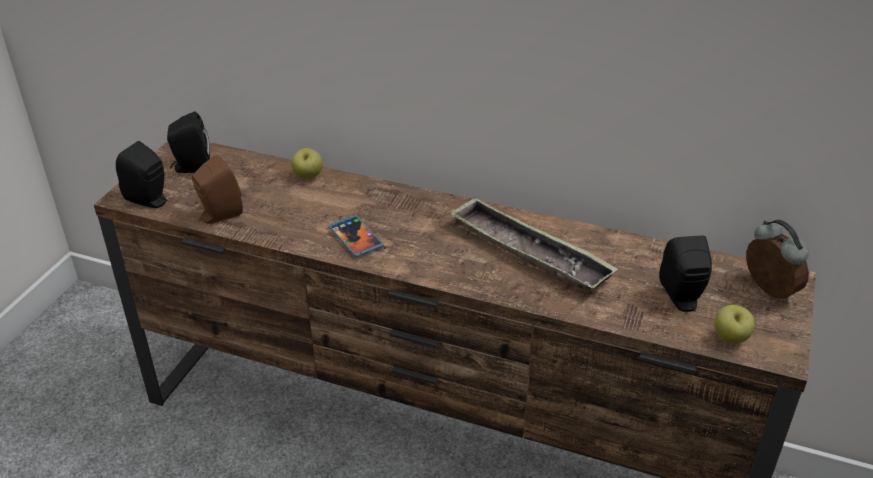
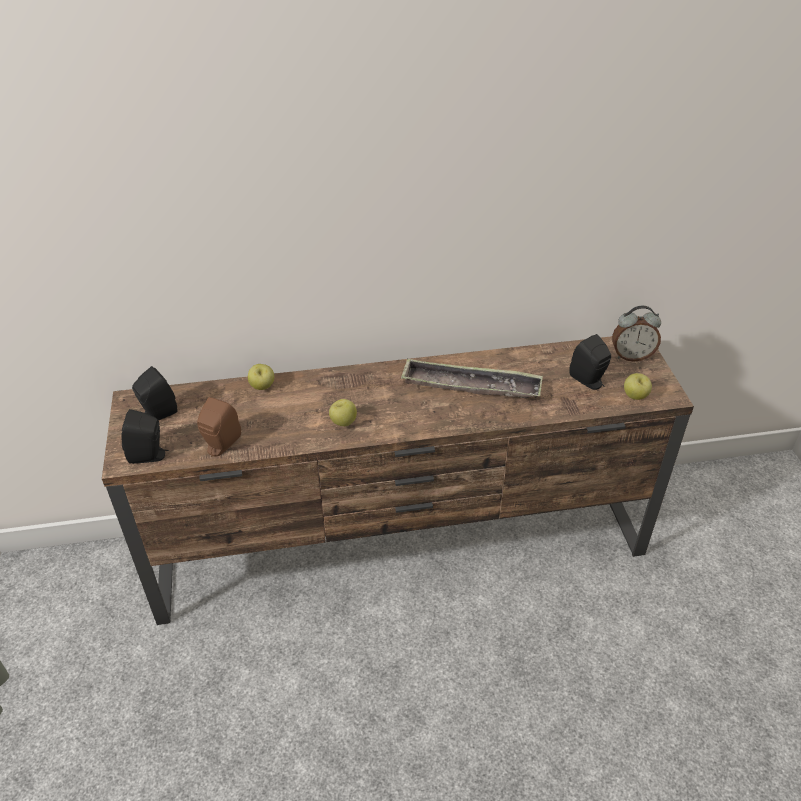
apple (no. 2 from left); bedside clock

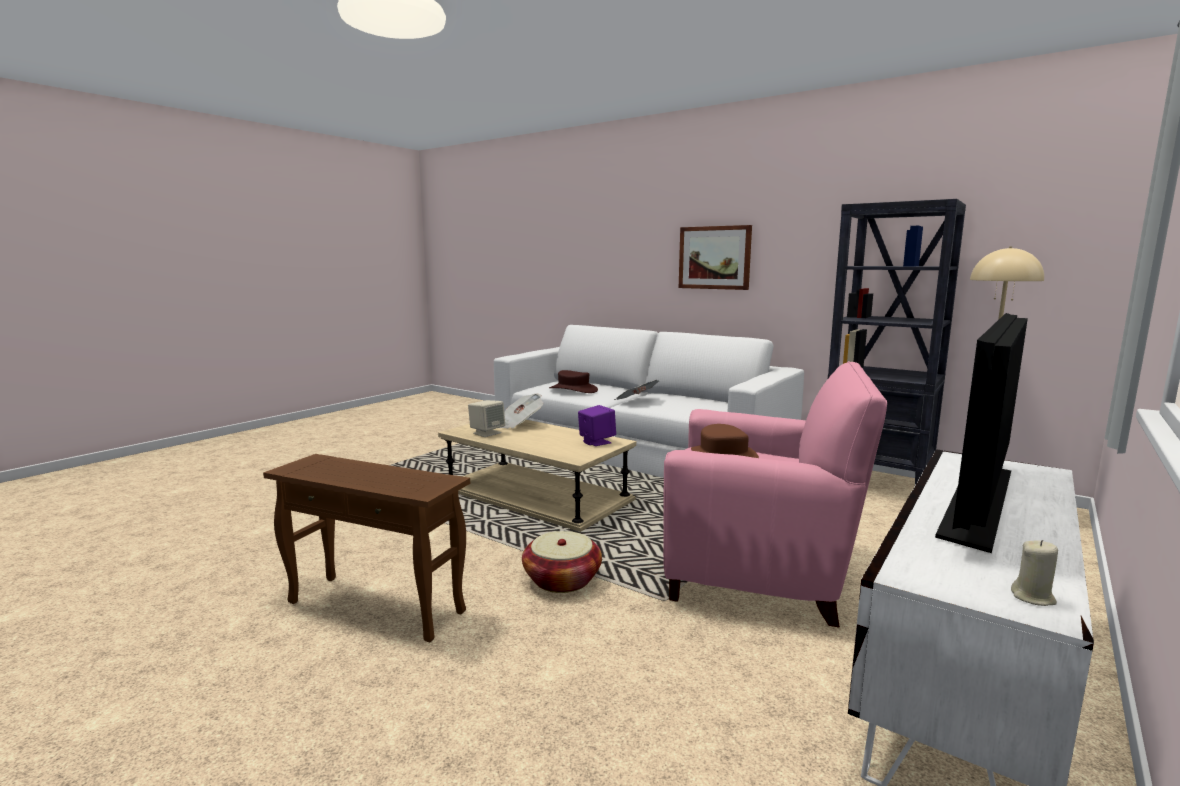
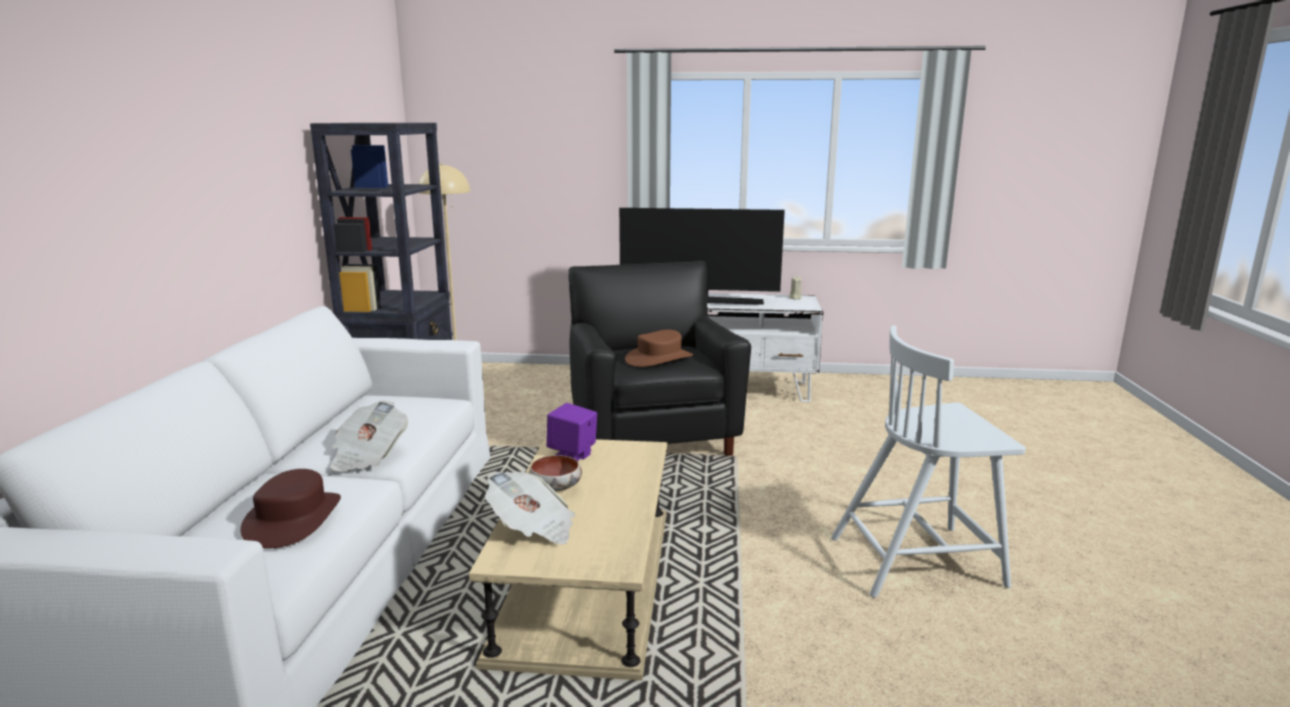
wall picture; blackish armchair; beige-coloured audio speaker; whitish chair; storage basket; bowl

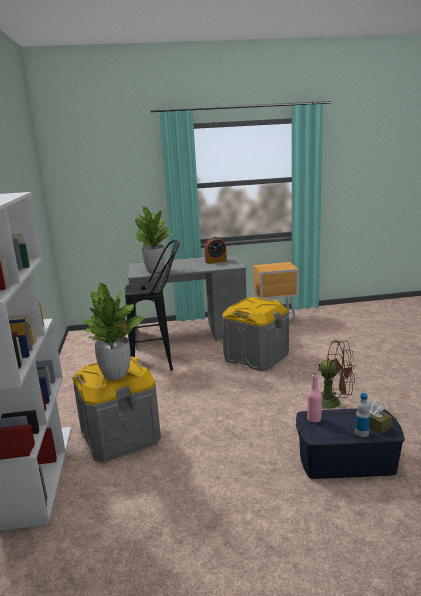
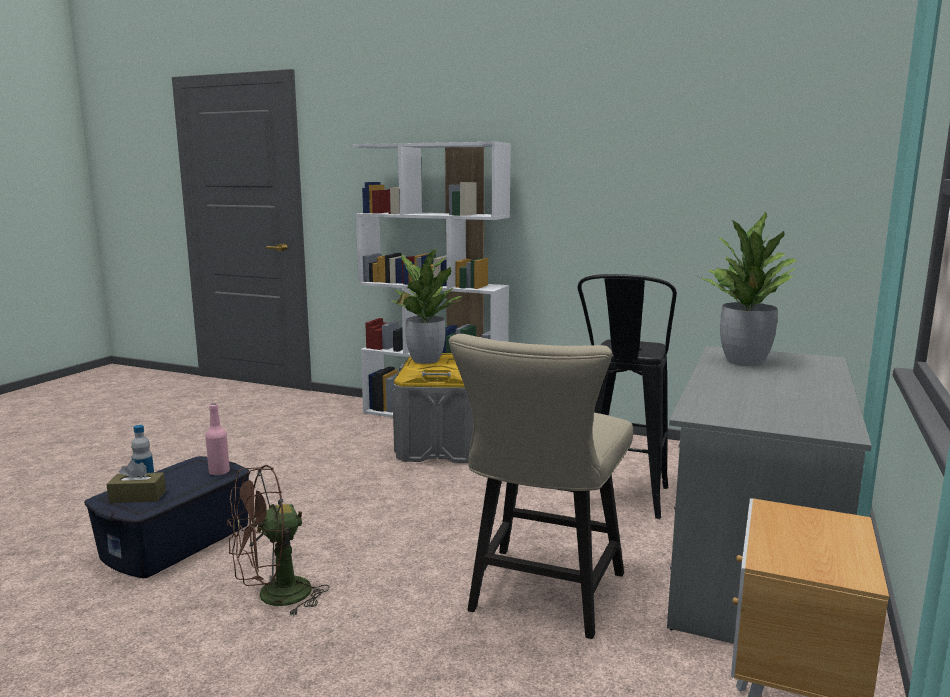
bedside clock; beige-coloured chair

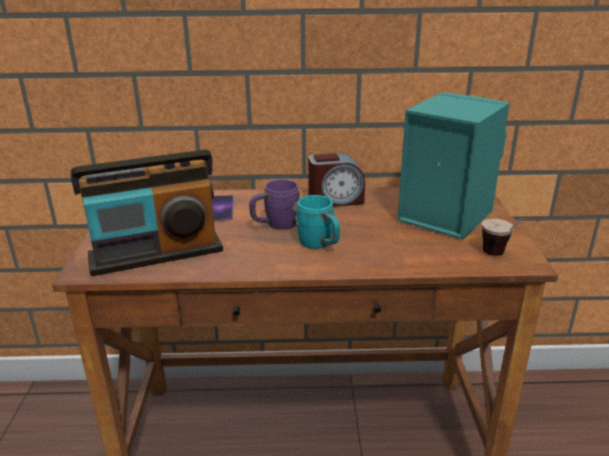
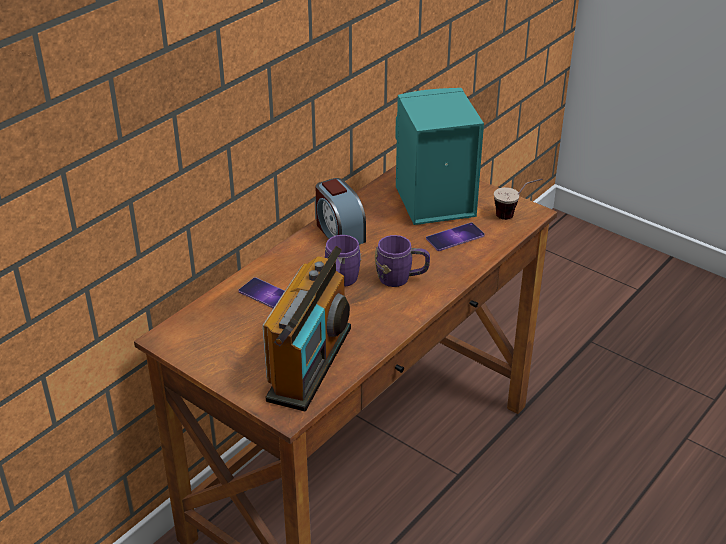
bedside clock; purple-coloured mug (no. 2 from left); phone (no. 2 from left)

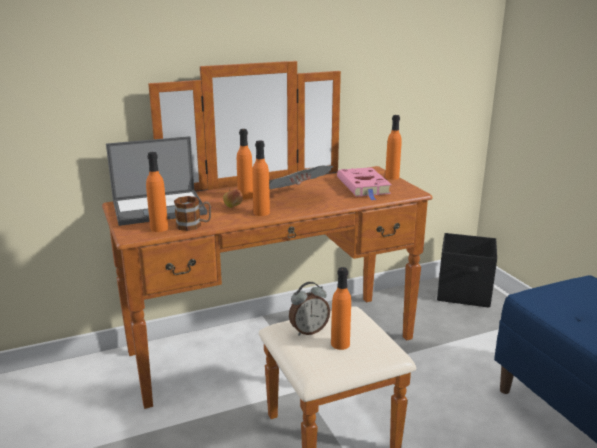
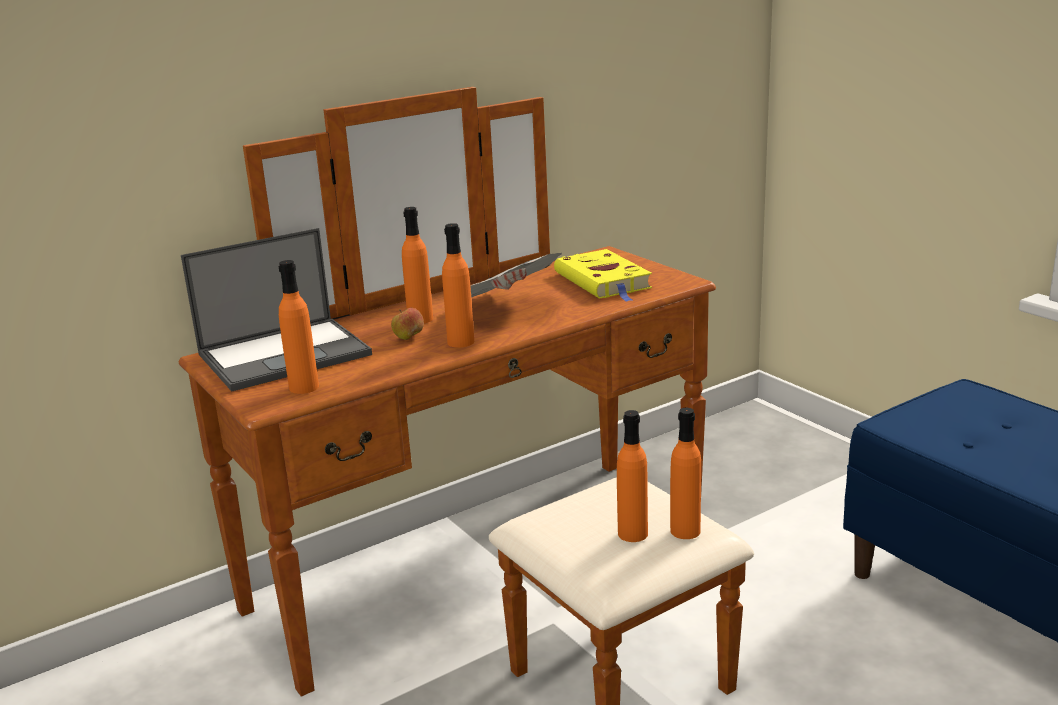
orange-coloured drink bottle (no. 5 from left); yellowish volume; mug; blackish storage bin; bedside clock

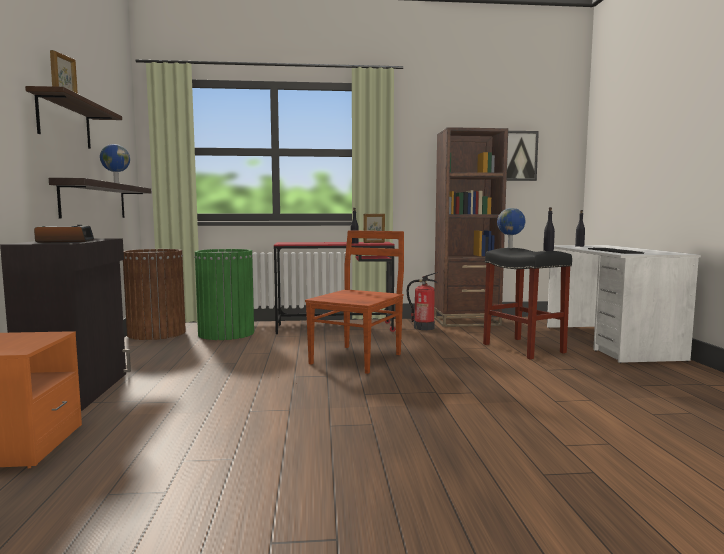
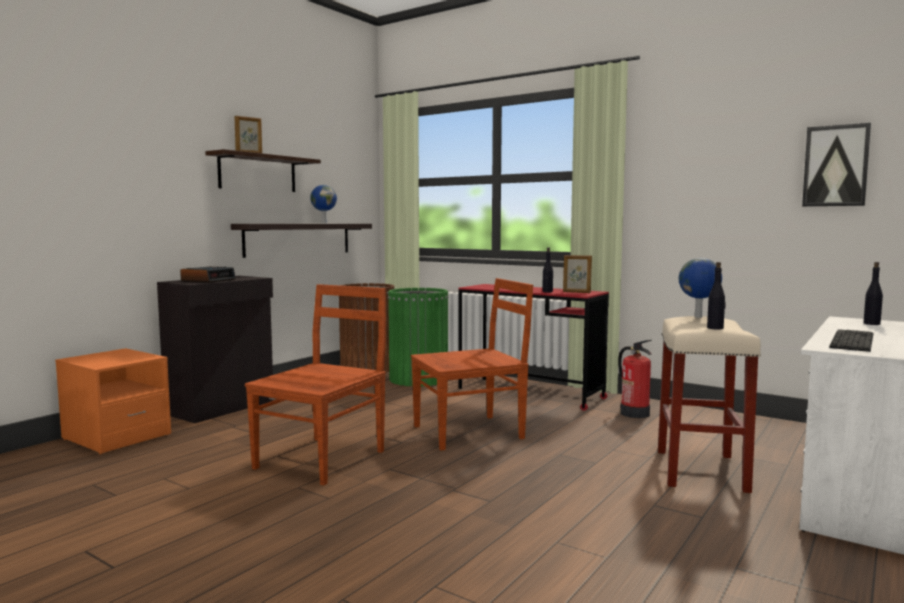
brown-coloured shelving unit; beige-coloured sitting stool; brown-coloured chair (no. 1 from left)

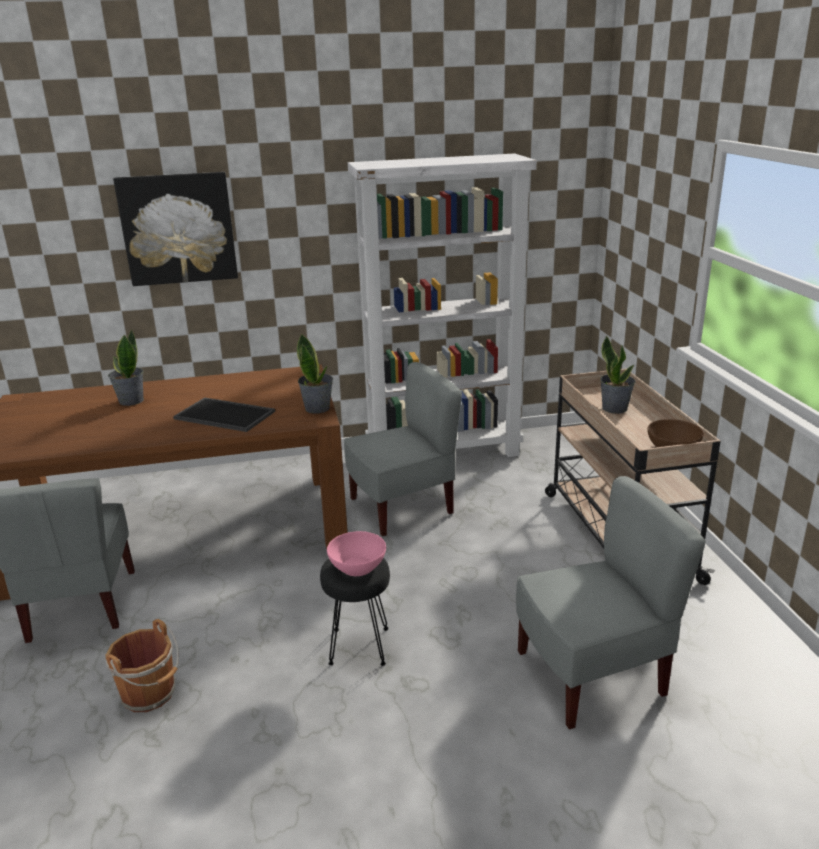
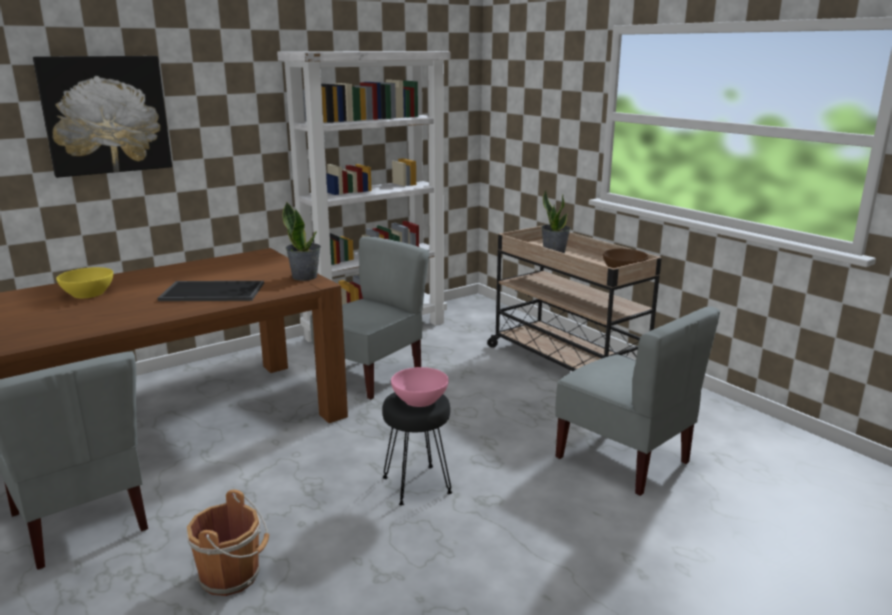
yellowish bowl; grey chair (no. 3 from left)

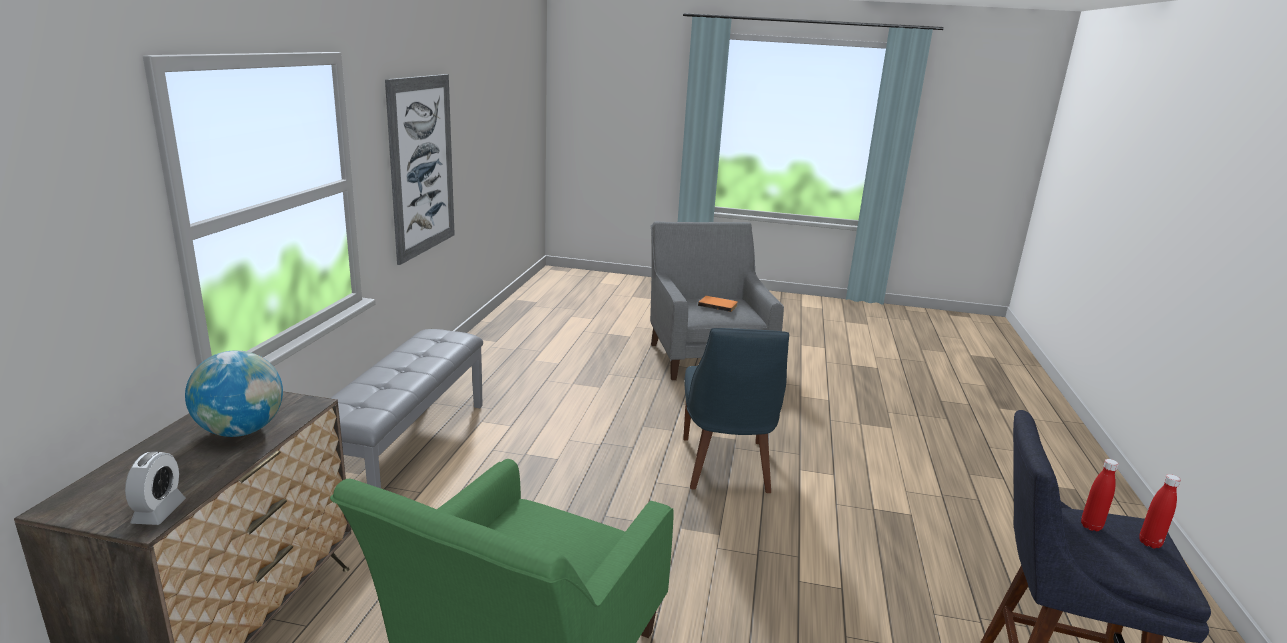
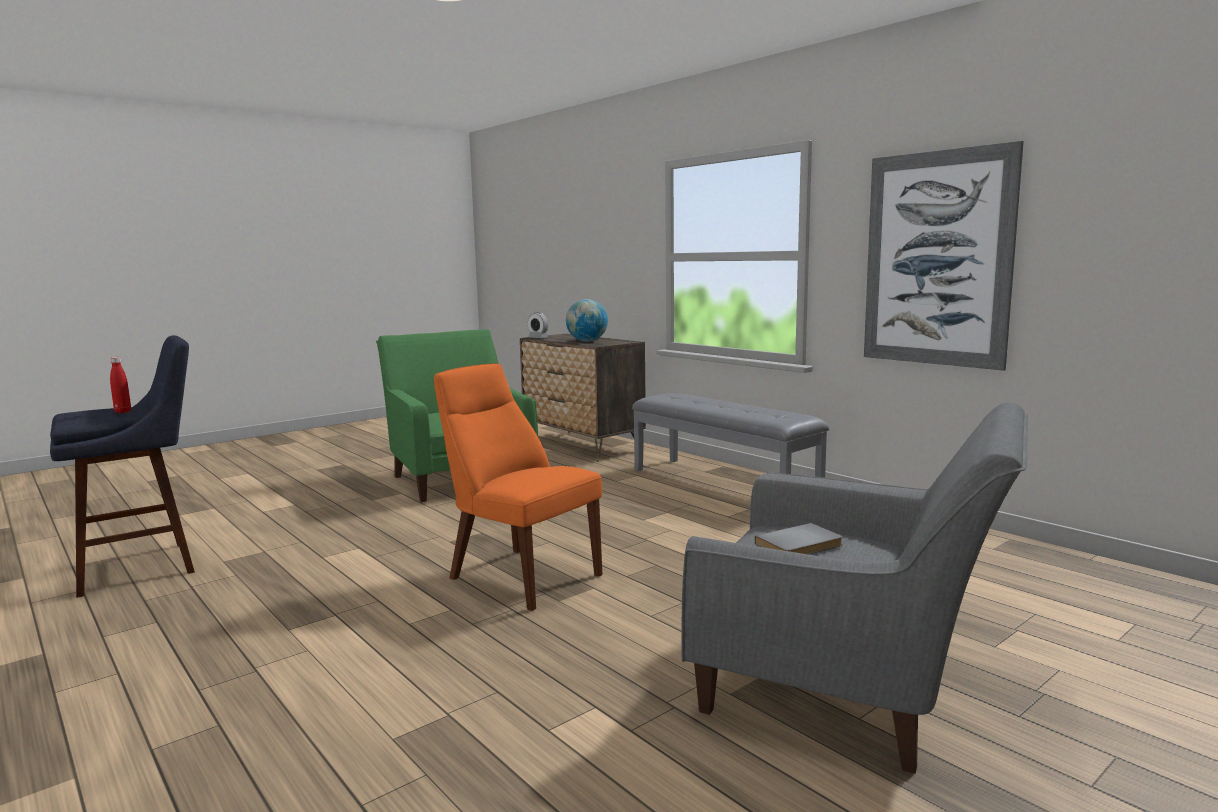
grey volume; orange-coloured chair; red-coloured drink bottle (no. 2 from left in the first image)

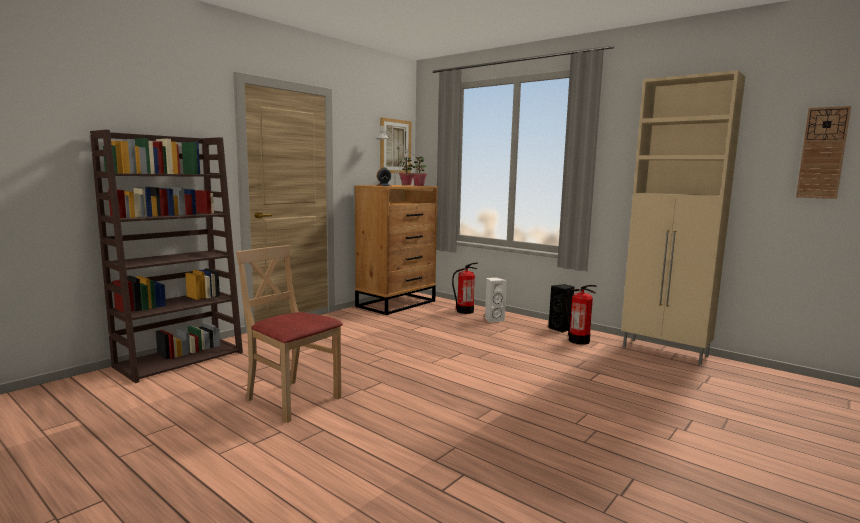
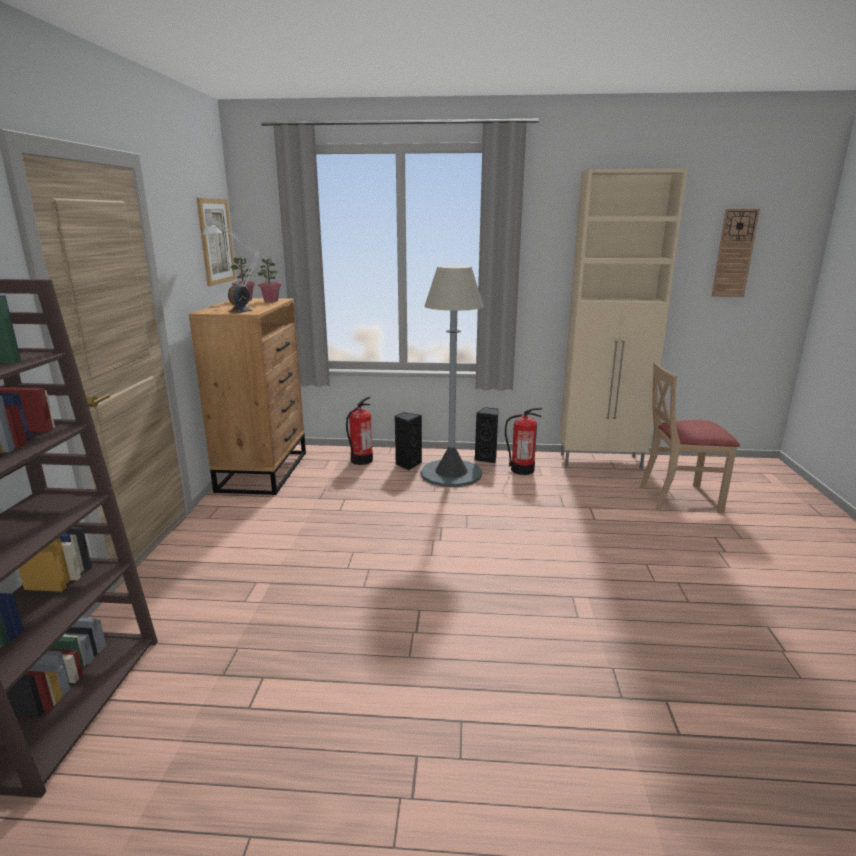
beige-coloured chair; blackish audio speaker (no. 1 from left); grey standard lamp

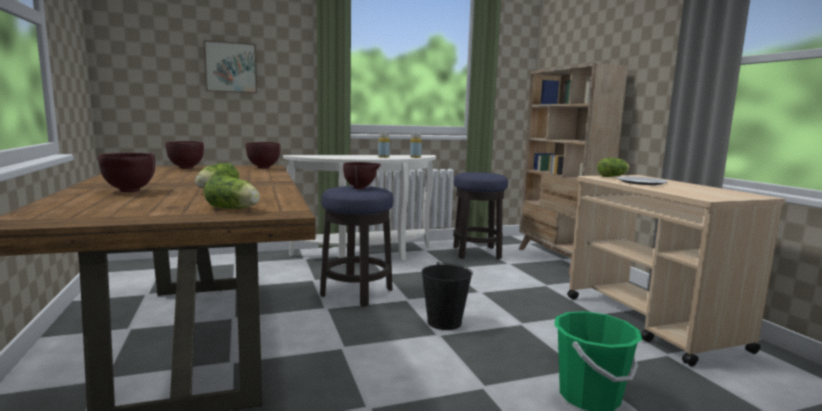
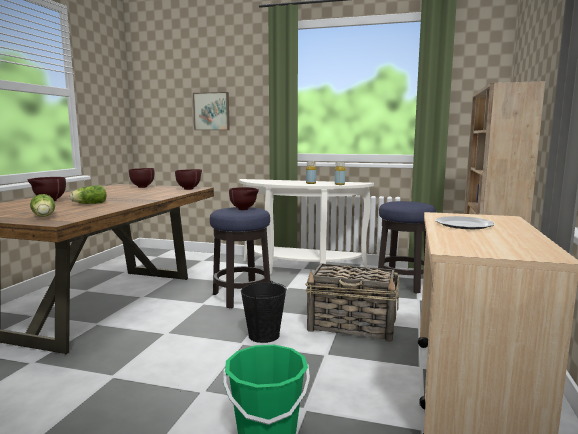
head of lettuce (no. 3 from left in the first image); storage basket

